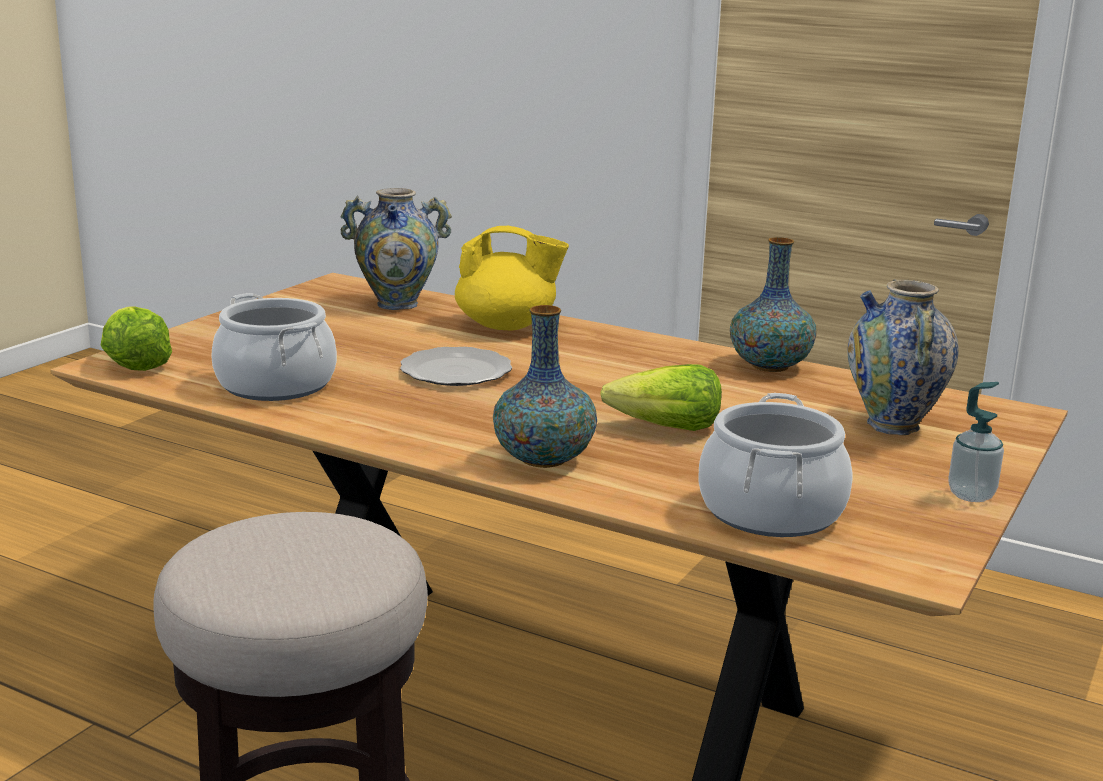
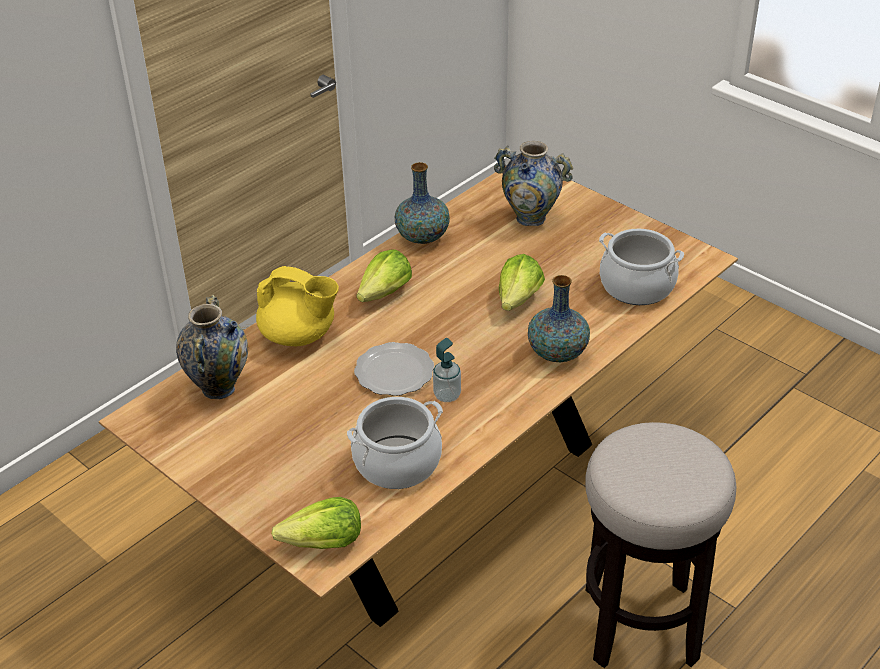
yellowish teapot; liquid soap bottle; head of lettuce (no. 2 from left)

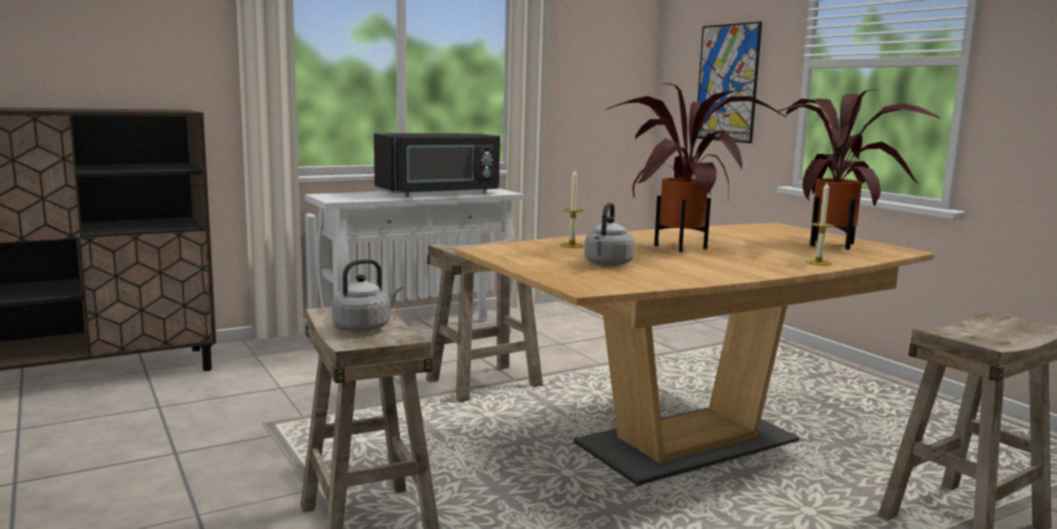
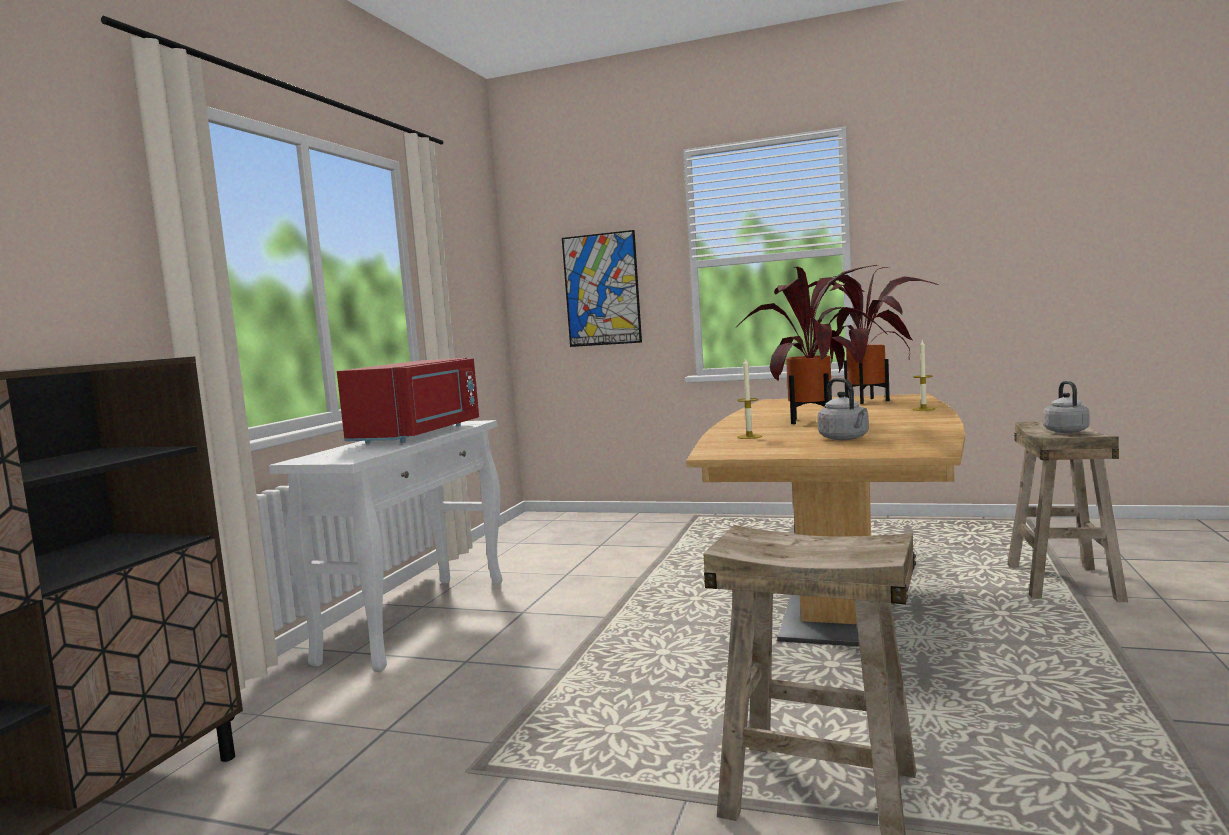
red-coloured microwave oven; beige-coloured sitting stool (no. 2 from left in the first image); grey kettle (no. 2 from left)

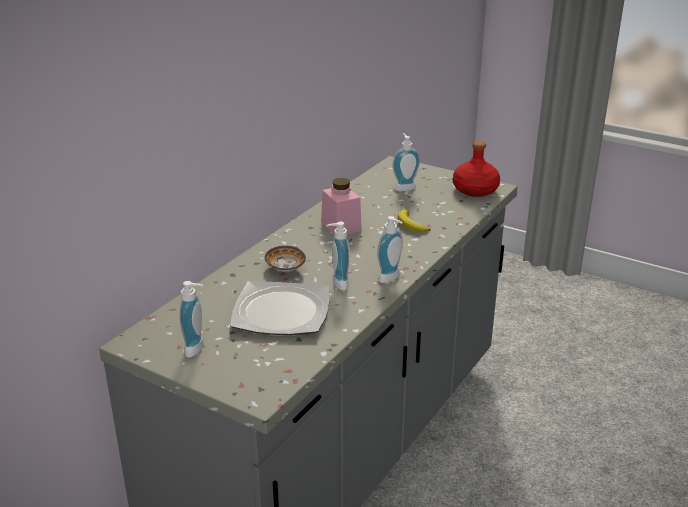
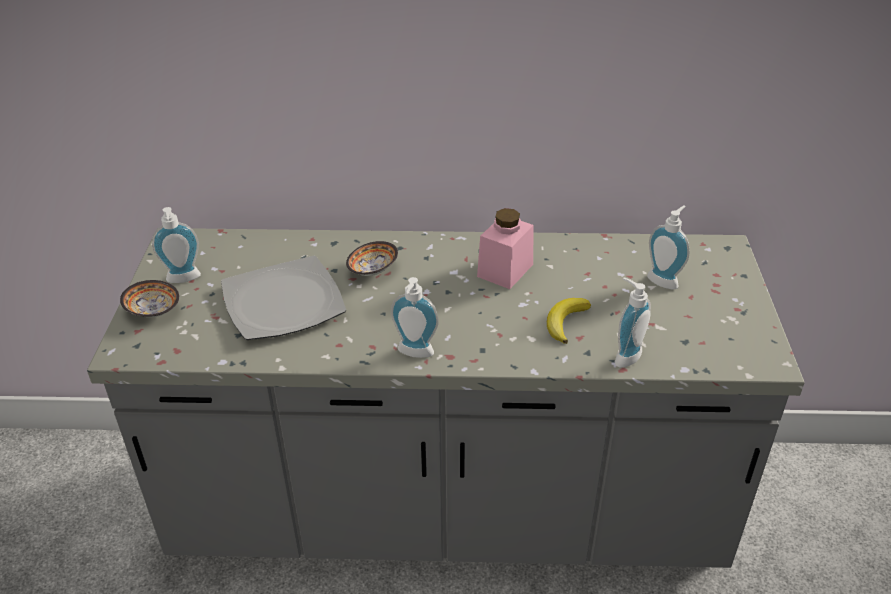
red-coloured drink bottle; liquid soap bottle (no. 3 from left); bowl (no. 1 from left)

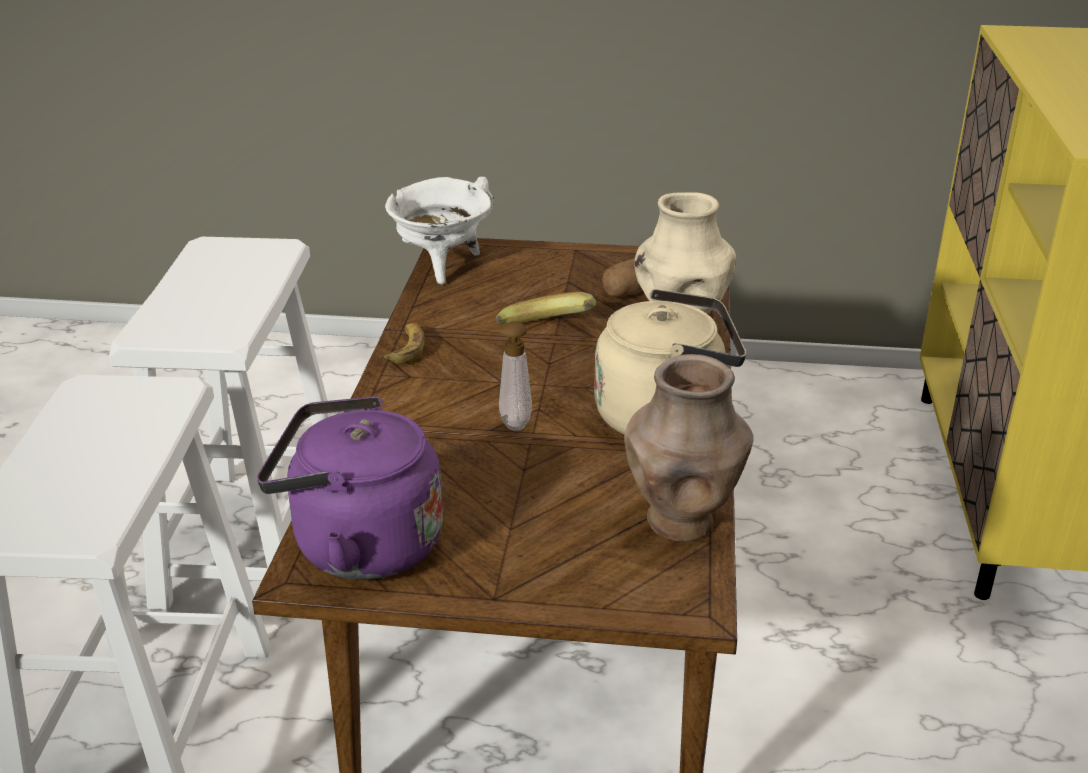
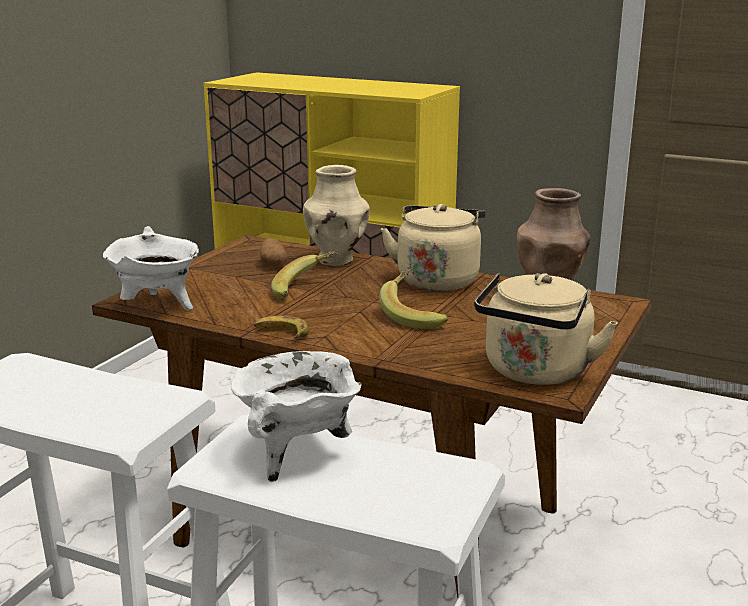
banana (no. 3 from left); beige-coloured kettle (no. 2 from left); whitish cooking pot (no. 2 from left)

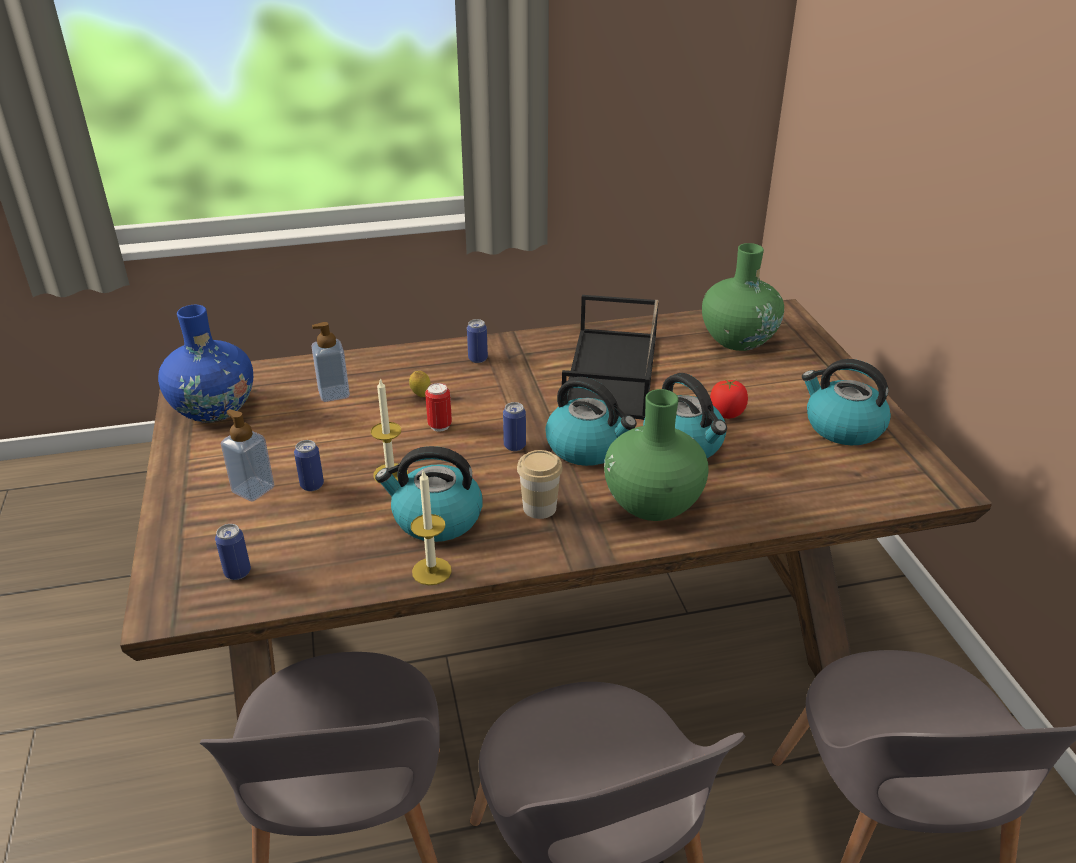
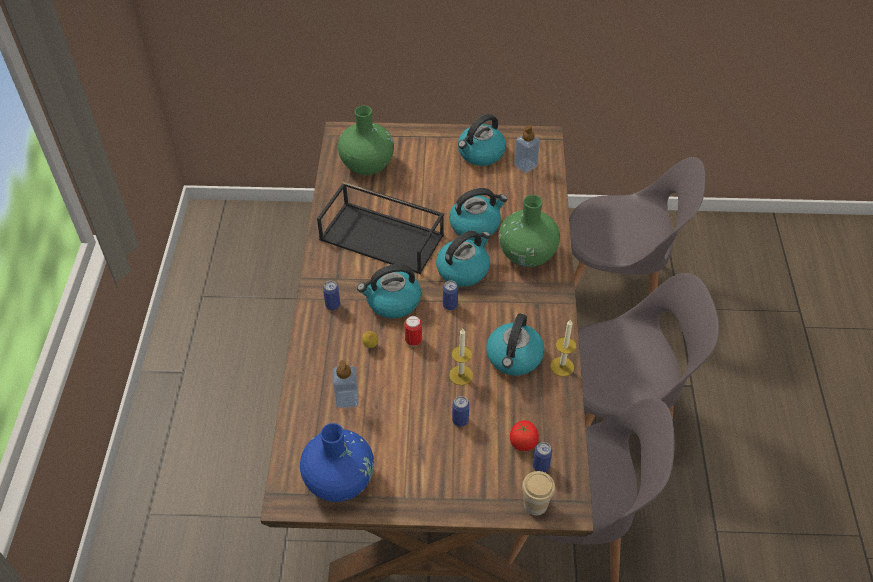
fresh tomato; liquid soap bottle (no. 2 from left); drinking cup; kettle (no. 1 from left)

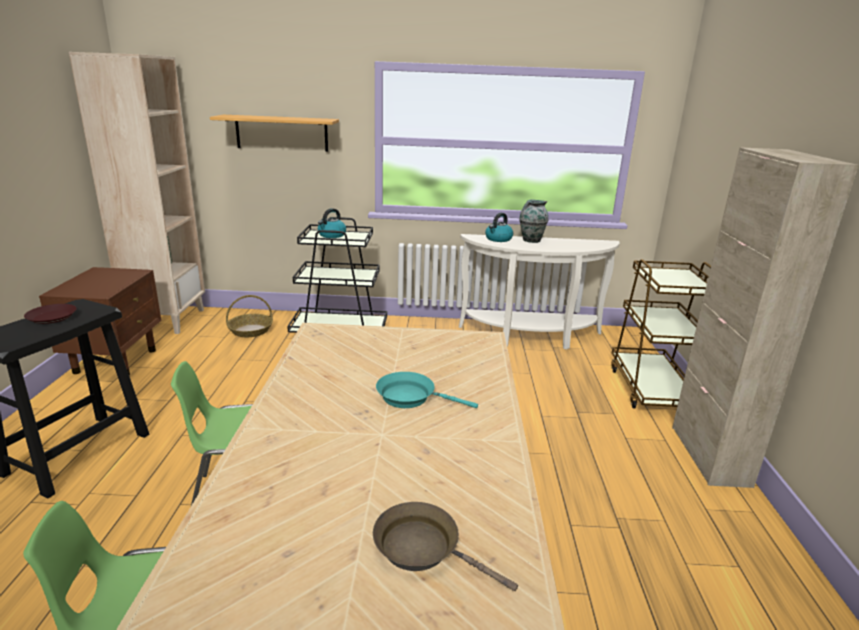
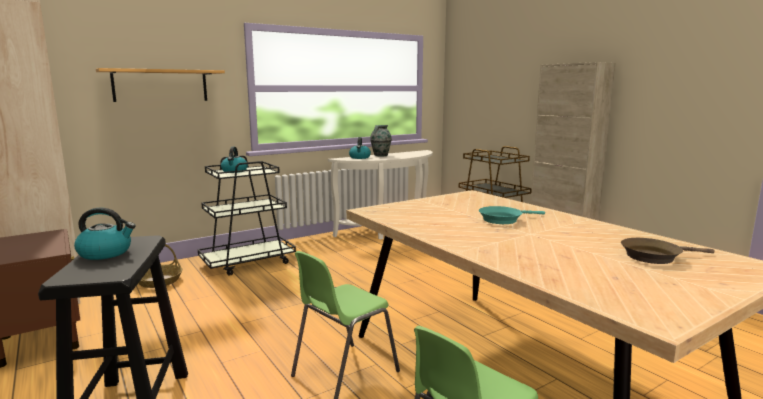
kettle (no. 1 from left)

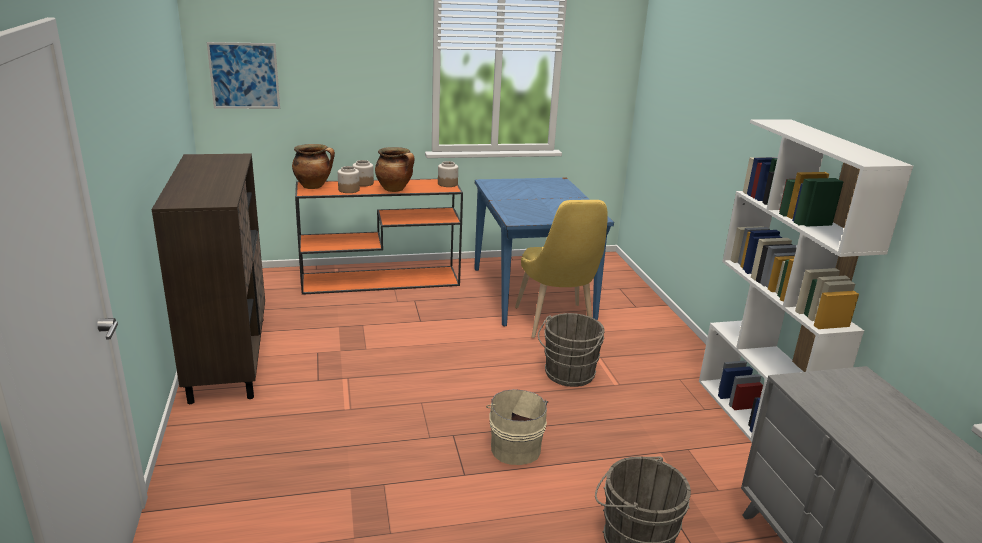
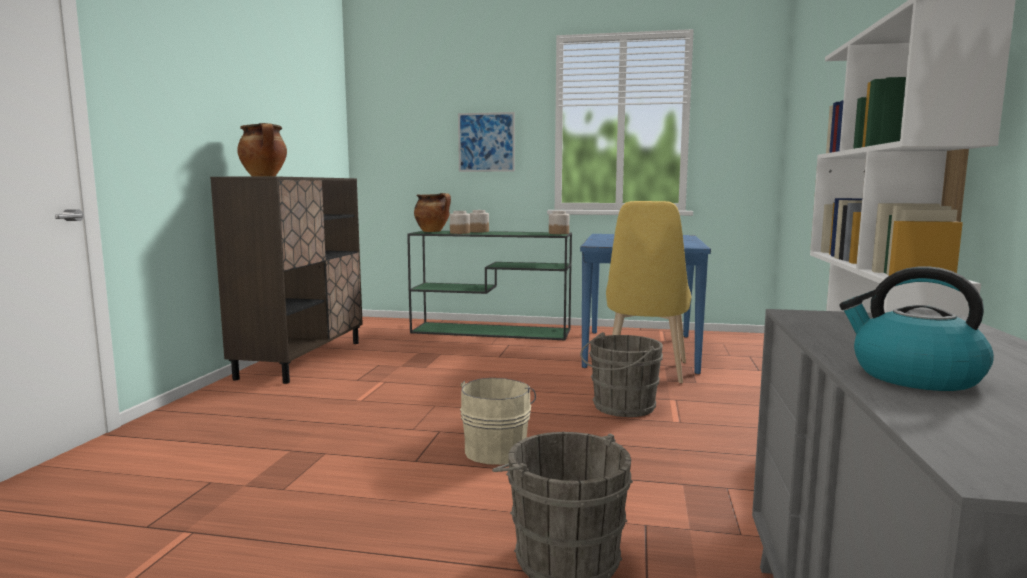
wall picture; cooking pot (no. 1 from left); greenish hall table; kettle

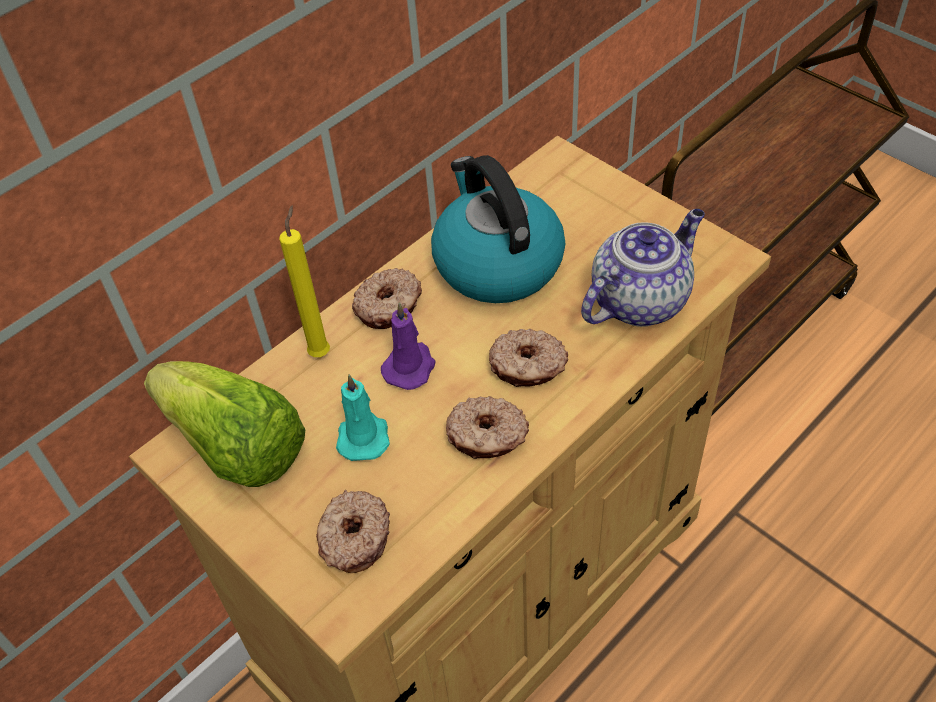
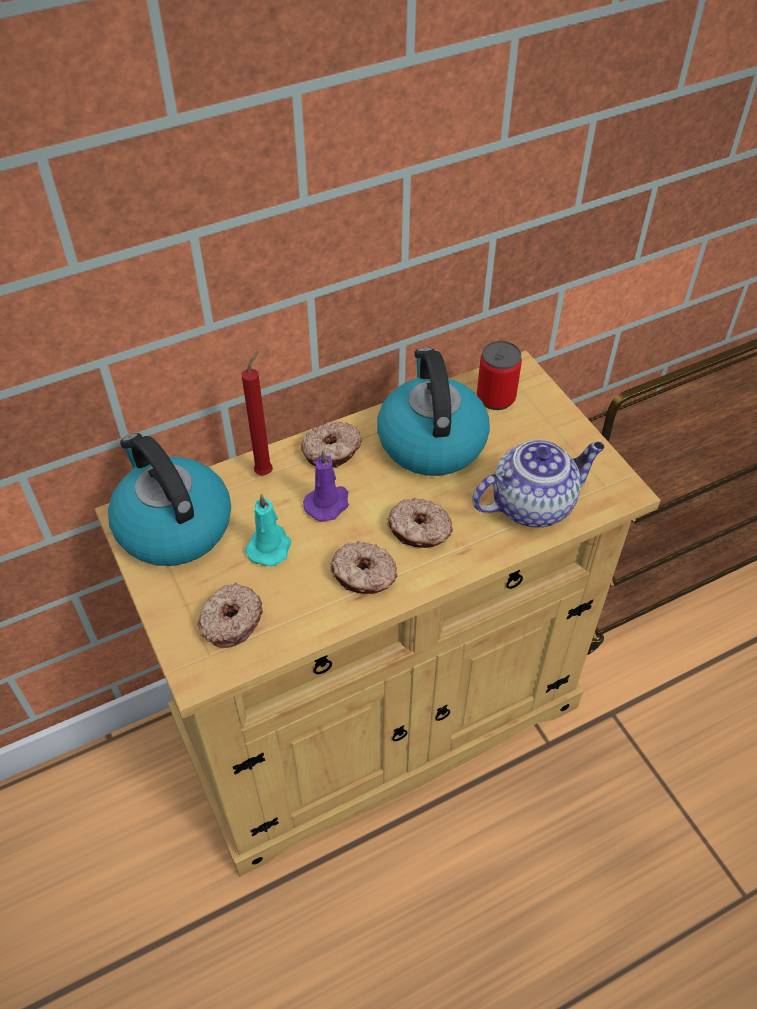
red-coloured candle; kettle (no. 1 from left); sealed can

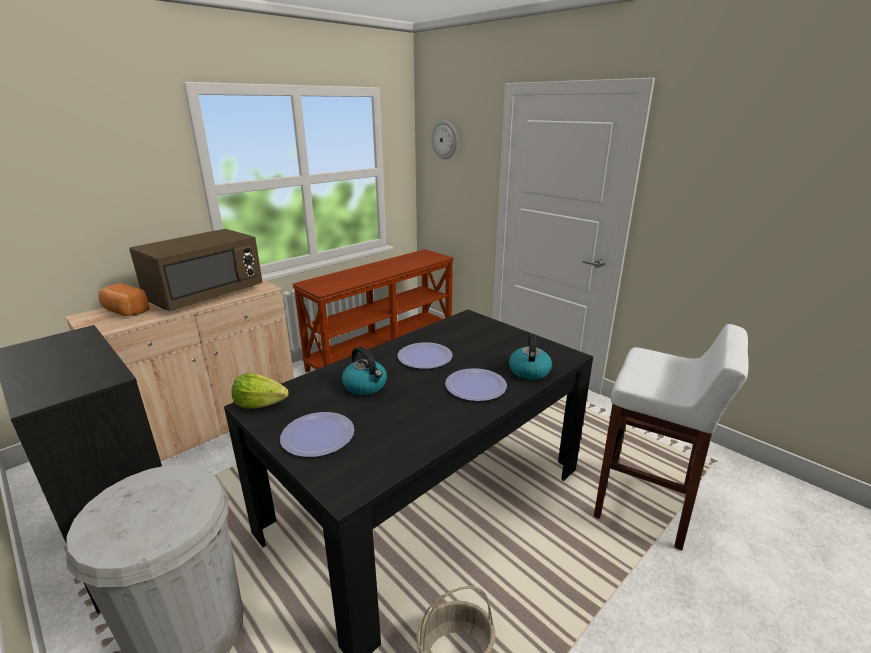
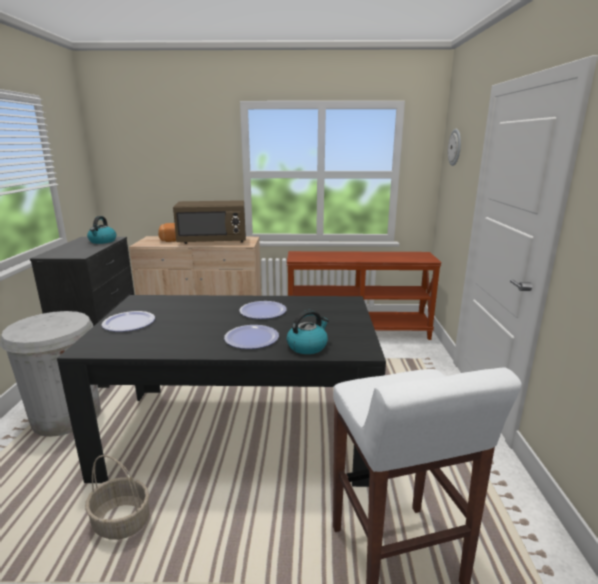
kettle (no. 1 from left); head of lettuce

